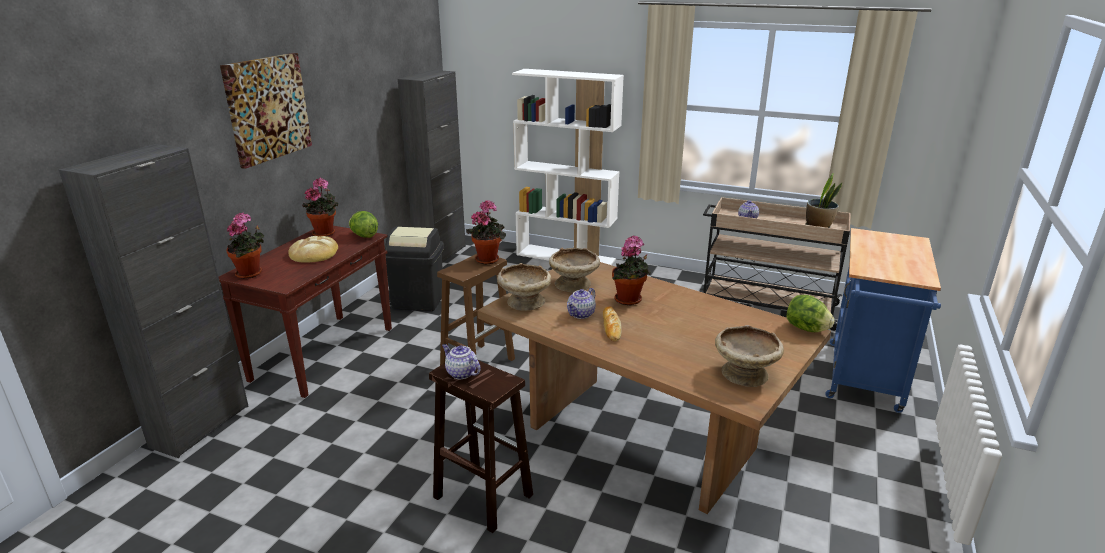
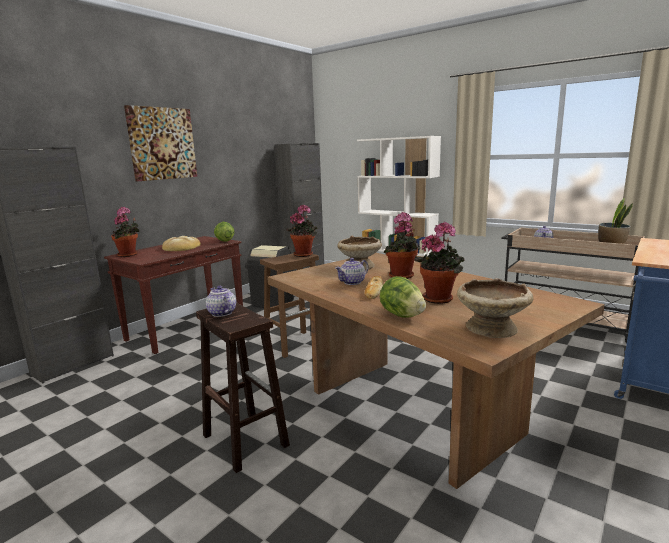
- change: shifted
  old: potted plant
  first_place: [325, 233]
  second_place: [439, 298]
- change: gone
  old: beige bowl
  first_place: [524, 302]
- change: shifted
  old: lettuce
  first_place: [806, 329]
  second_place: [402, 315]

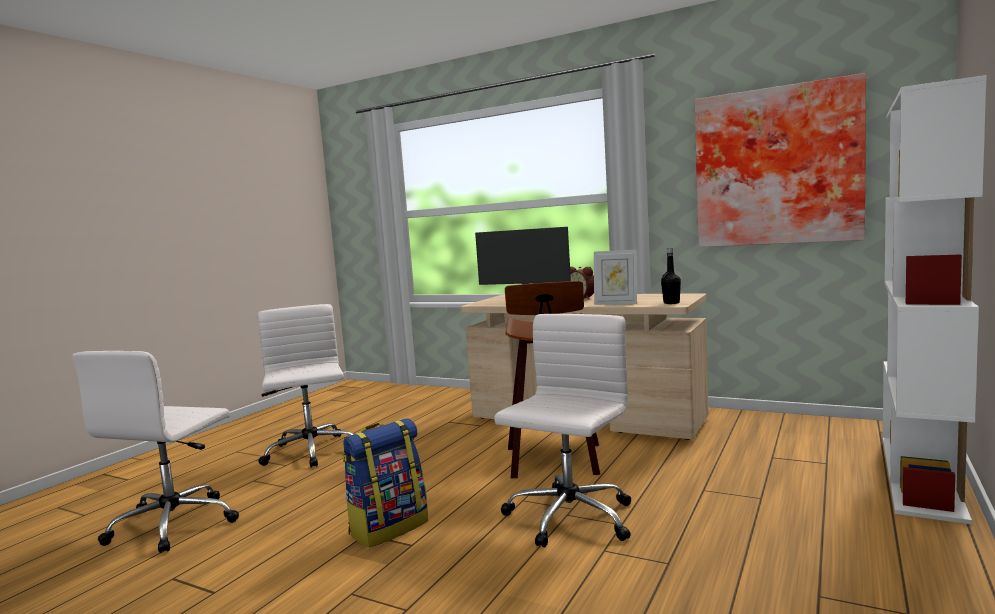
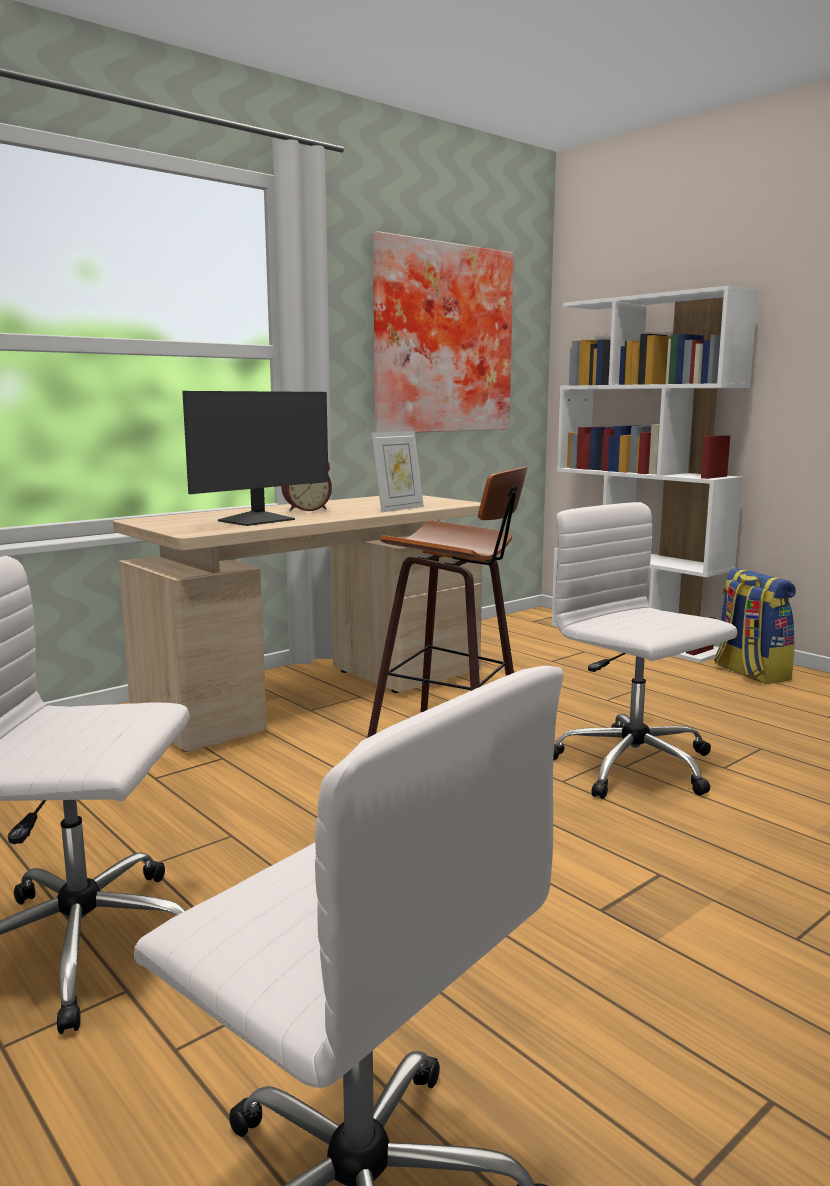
- change: gone
  old: black bottle
  first_place: [671, 303]
- change: shifted
  old: backpack
  first_place: [389, 527]
  second_place: [750, 673]

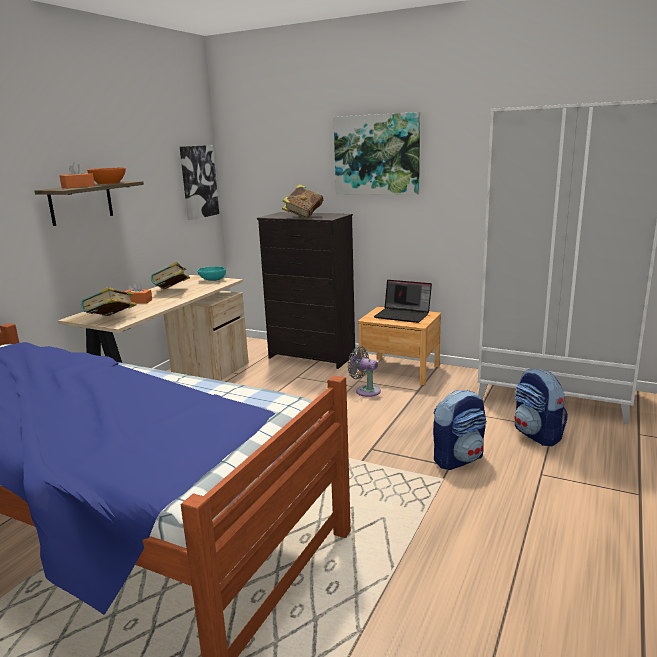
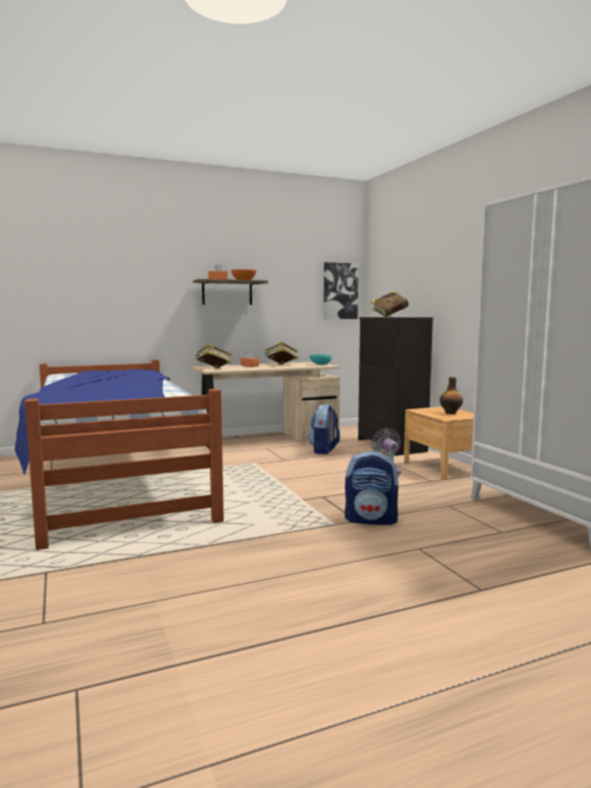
- change: gone
  old: picture
  first_place: [377, 155]
- change: swapped
  old: laptop
  new: bottle
  first_place: [403, 315]
  second_place: [451, 412]
- change: shifted
  old: backpack
  first_place: [537, 435]
  second_place: [324, 450]

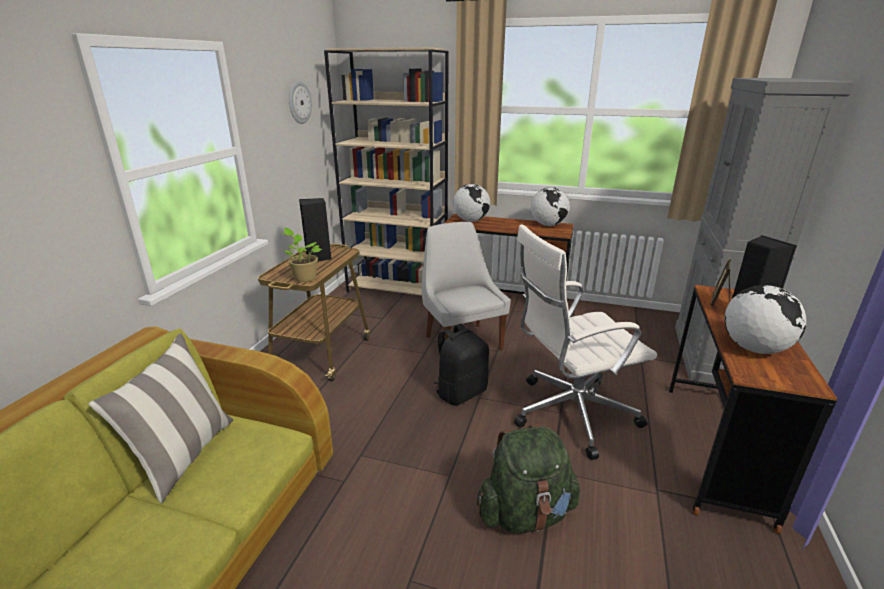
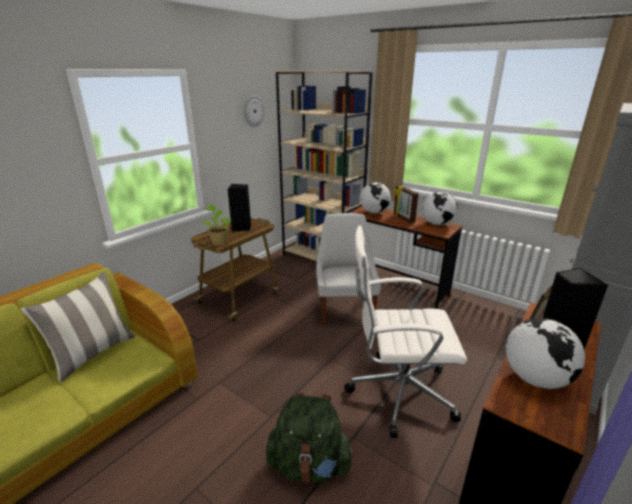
- change: gone
  old: black backpack
  first_place: [461, 392]
- change: new
  new: picture frame
  second_place: [403, 219]

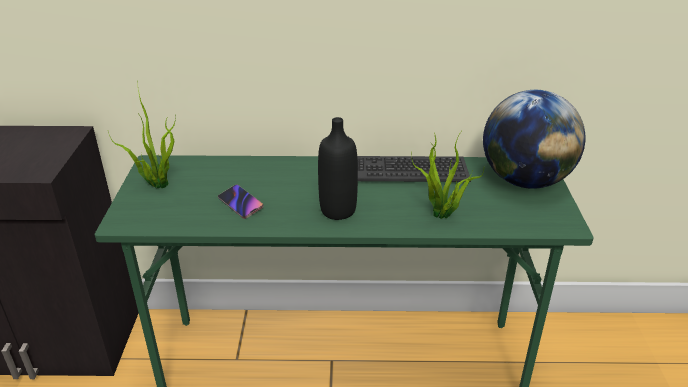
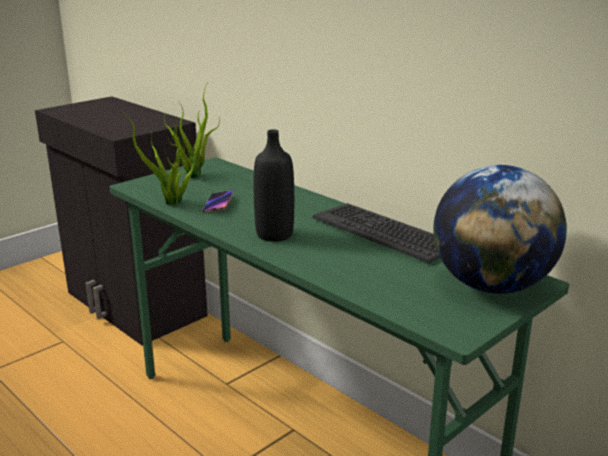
- change: shifted
  old: potted plant
  first_place: [441, 215]
  second_place: [171, 203]

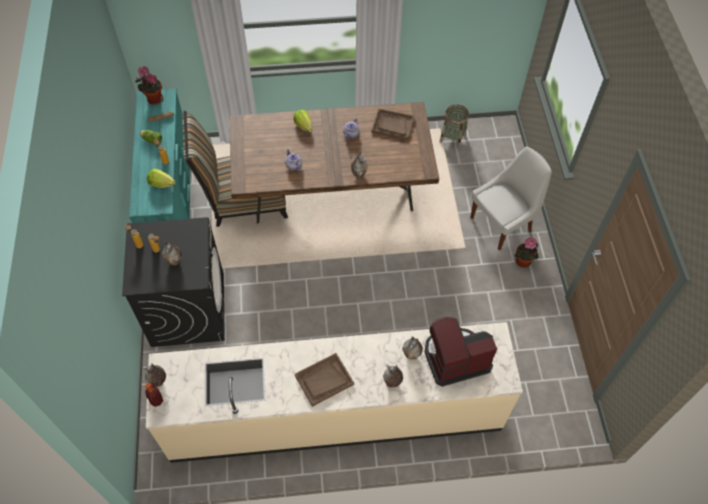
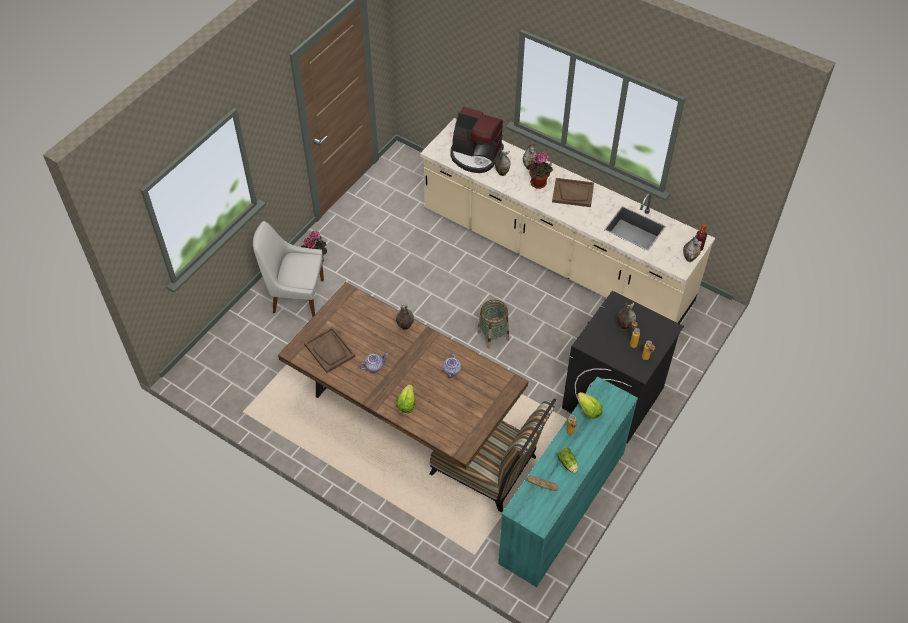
- change: shifted
  old: potted plant
  first_place: [153, 99]
  second_place: [539, 184]
- change: shifted
  old: basket
  first_place: [452, 138]
  second_place: [493, 335]

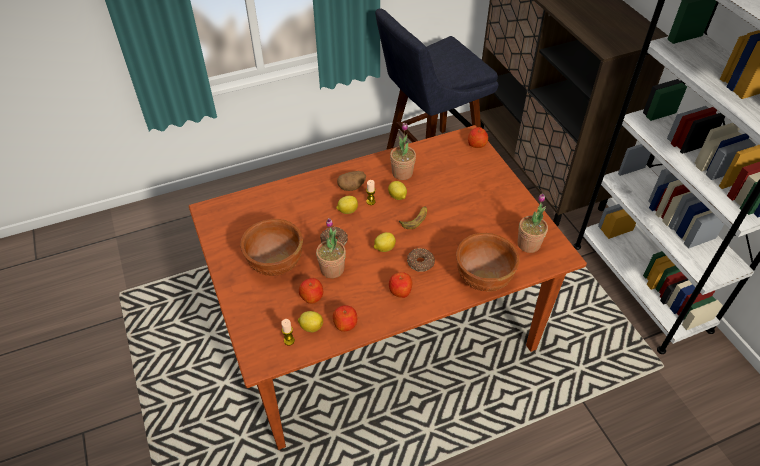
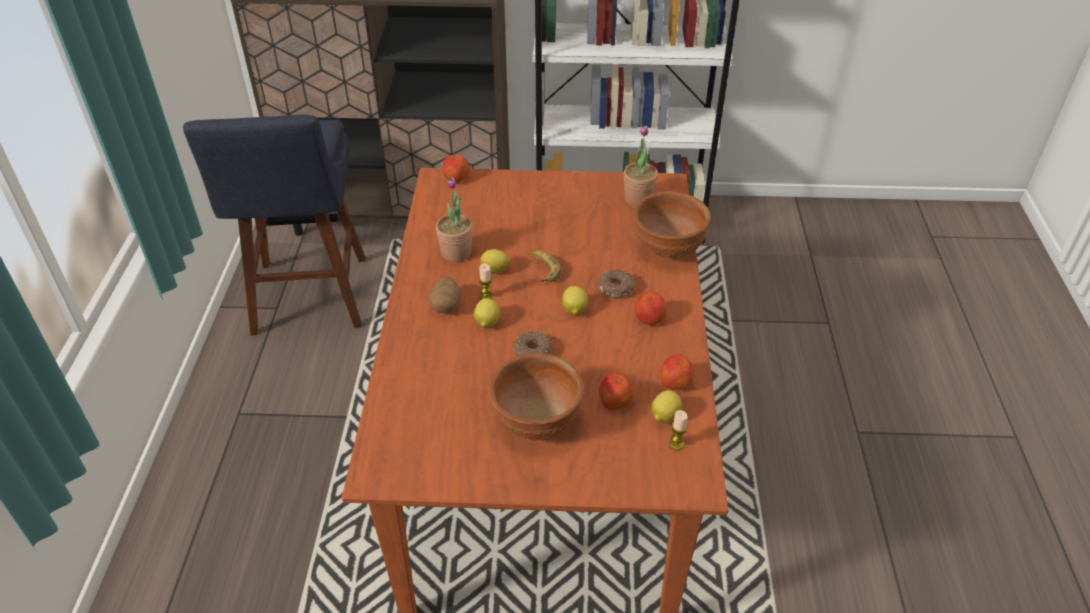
- change: gone
  old: potted plant
  first_place: [332, 269]

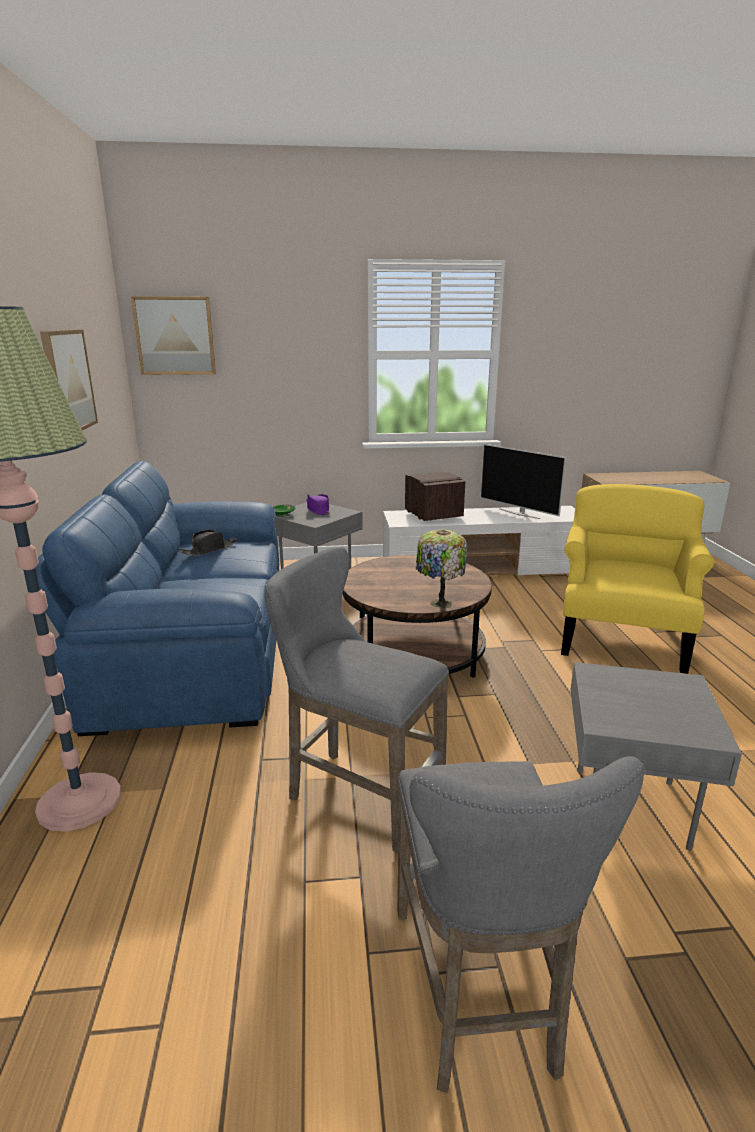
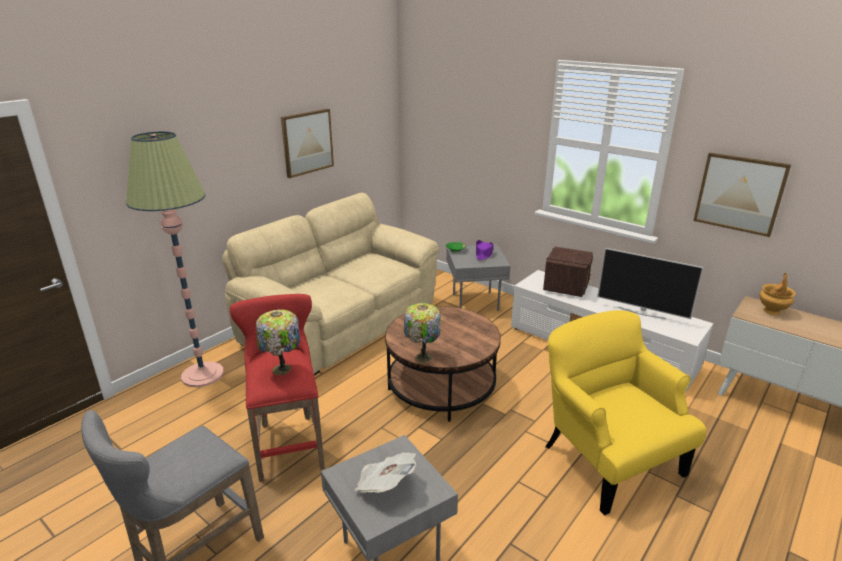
- change: shifted
  old: picture
  first_place: [175, 336]
  second_place: [740, 193]
- change: rotated
  old: television
  first_place: [519, 513]
  second_place: [642, 312]
  degrees: -60
- change: repainted
  old: blue sofa
  new: beige sofa
  first_place: [193, 651]
  second_place: [339, 323]
- change: rotated
  old: yellow armchair
  first_place: [621, 637]
  second_place: [608, 458]
  degrees: -90
- change: gone
  old: black hat
  first_place: [209, 549]
- change: repainted
  old: grey stool
  new: red stool
  first_place: [357, 793]
  second_place: [289, 442]
- change: new
  new: brown vase
  second_place: [772, 311]
- change: new
  new: table lamp
  second_place: [282, 370]
- change: new
  new: newspaper
  second_place: [385, 484]

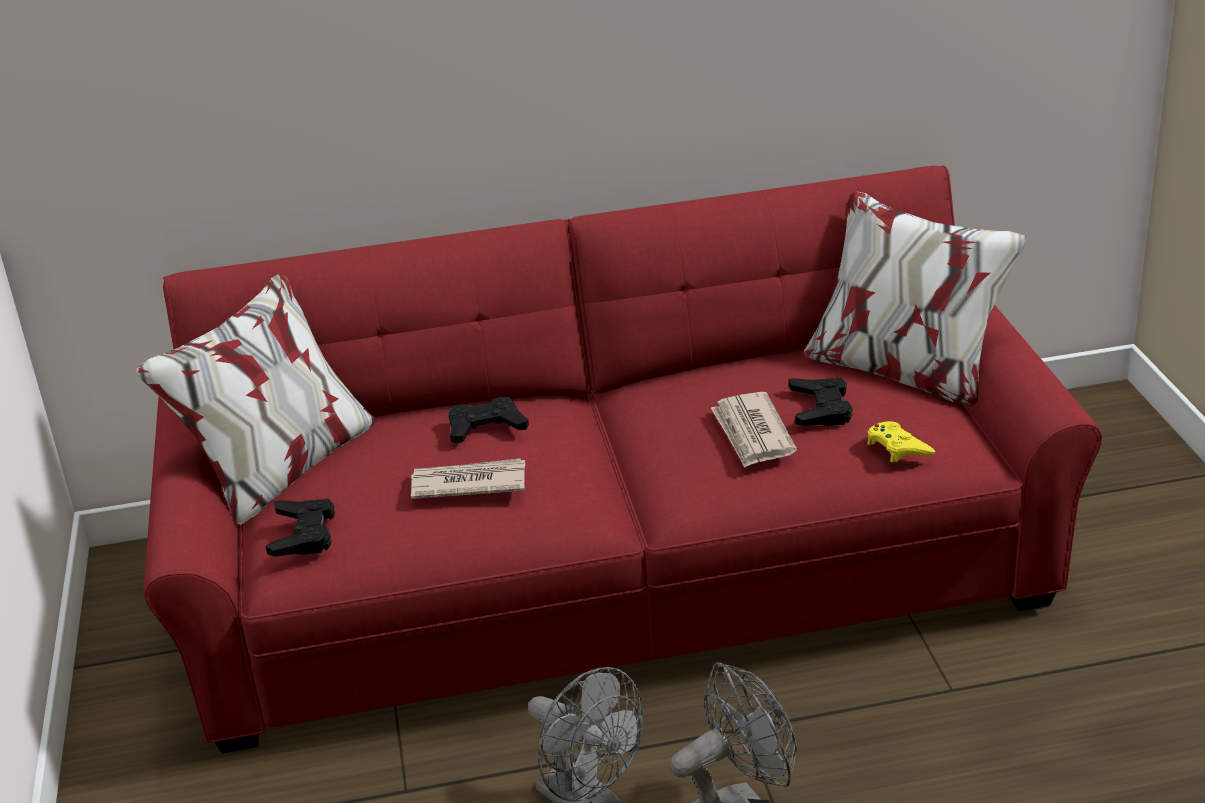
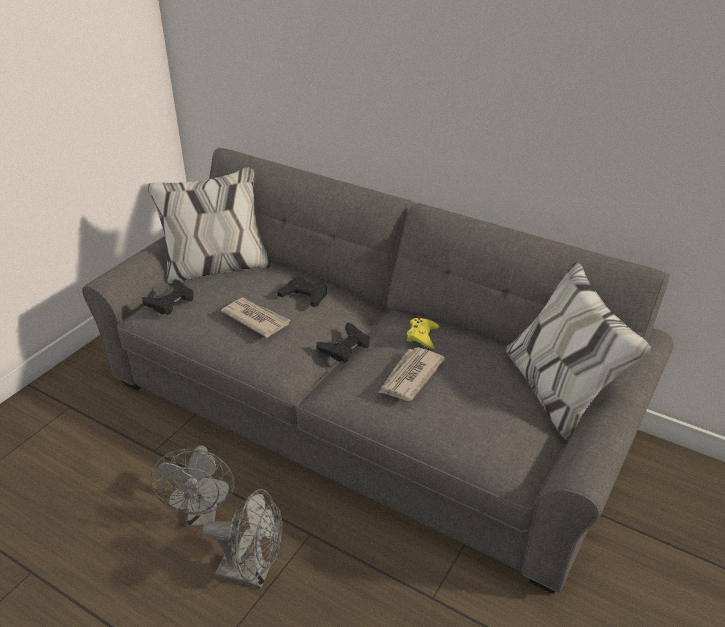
- change: repainted
  old: red sofa
  new: grey sofa
  first_place: [616, 572]
  second_place: [364, 410]
- change: shifted
  old: black game controller
  first_place: [820, 409]
  second_place: [345, 347]
- change: shifted
  old: yellow game controller
  first_place: [897, 447]
  second_place: [422, 336]

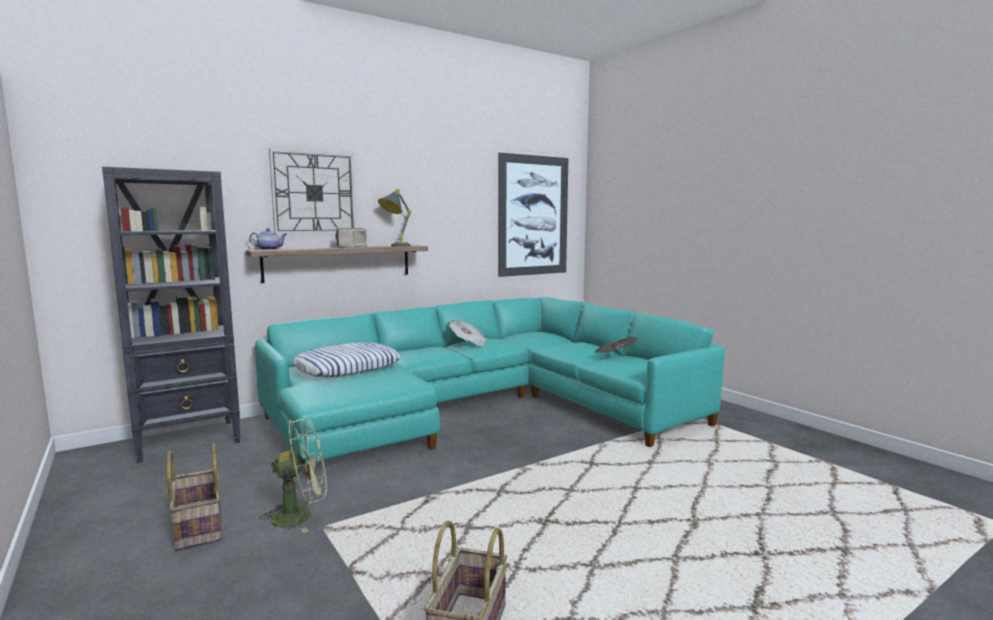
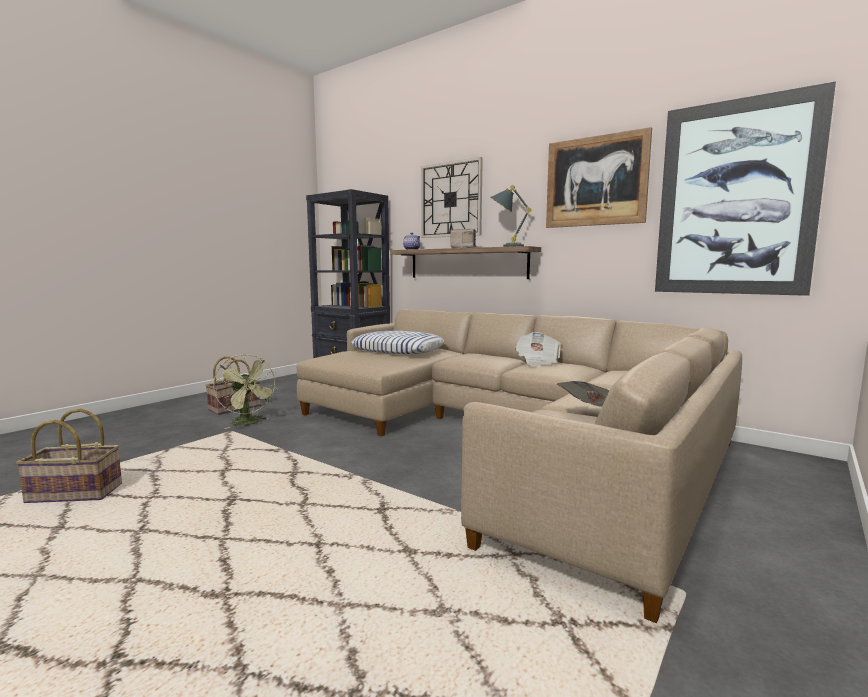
- change: repainted
  old: turquoise sofa
  new: beige sofa
  first_place: [482, 408]
  second_place: [507, 436]
- change: new
  new: picture
  second_place: [595, 181]

